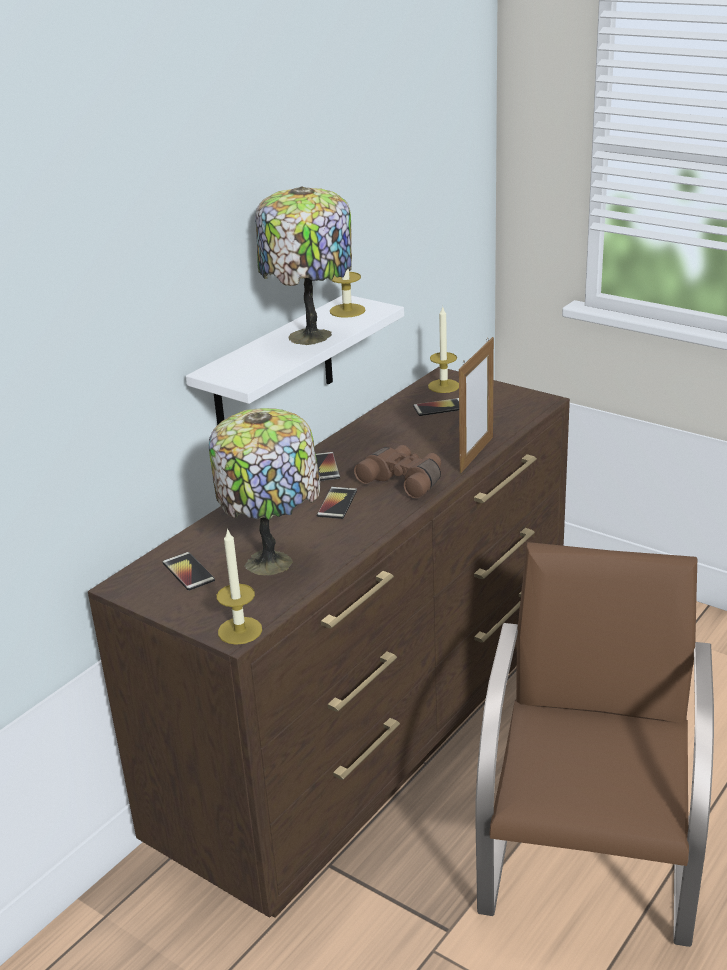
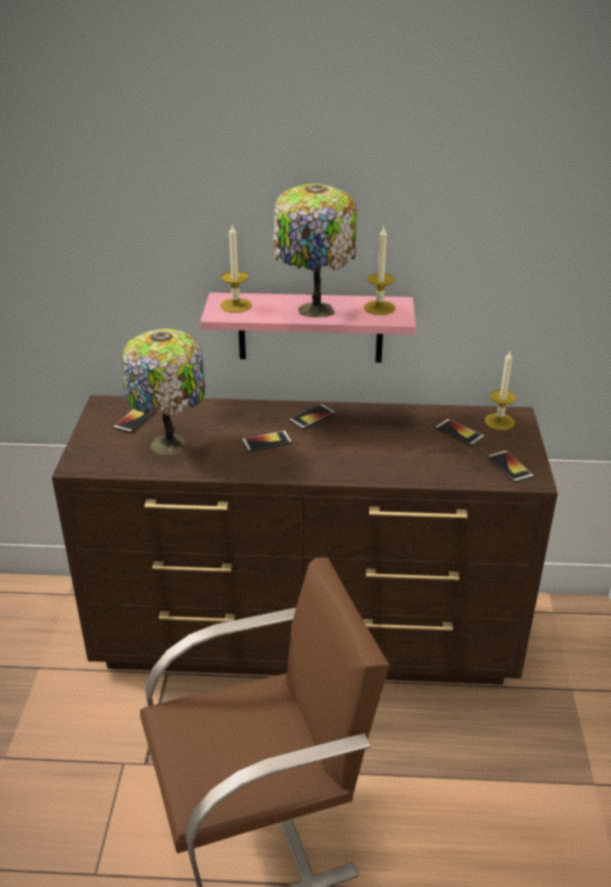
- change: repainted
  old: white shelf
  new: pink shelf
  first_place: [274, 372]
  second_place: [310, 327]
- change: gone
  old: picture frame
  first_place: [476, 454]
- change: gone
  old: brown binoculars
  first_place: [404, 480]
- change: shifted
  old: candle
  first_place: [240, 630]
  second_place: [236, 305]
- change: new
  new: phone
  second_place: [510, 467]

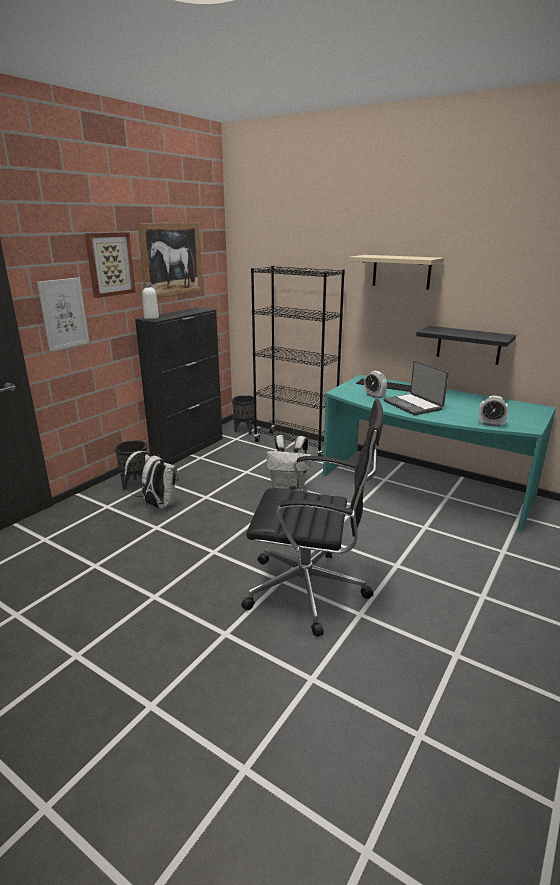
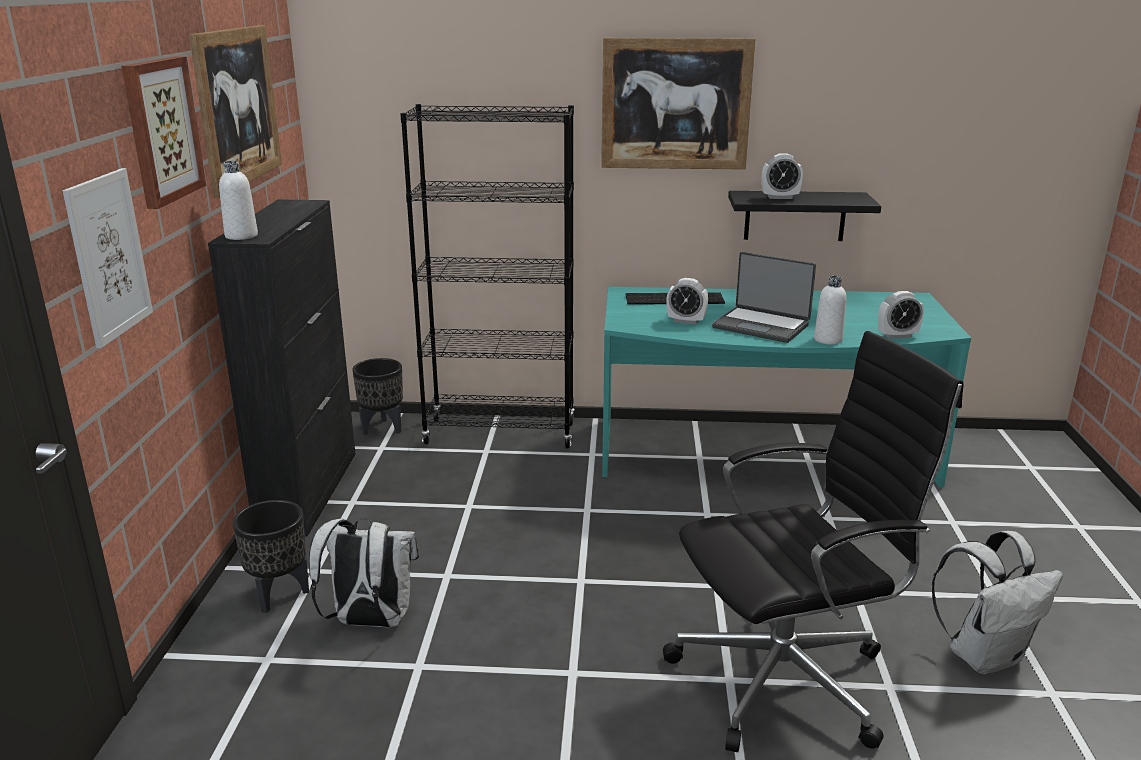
- change: swapped
  old: beige shelf
  new: picture
  first_place: [401, 272]
  second_place: [675, 104]
- change: shifted
  old: white backpack
  first_place: [289, 488]
  second_place: [985, 655]
- change: new
  new: alarm clock
  second_place: [780, 197]
- change: new
  new: white bottle
  second_place: [828, 340]

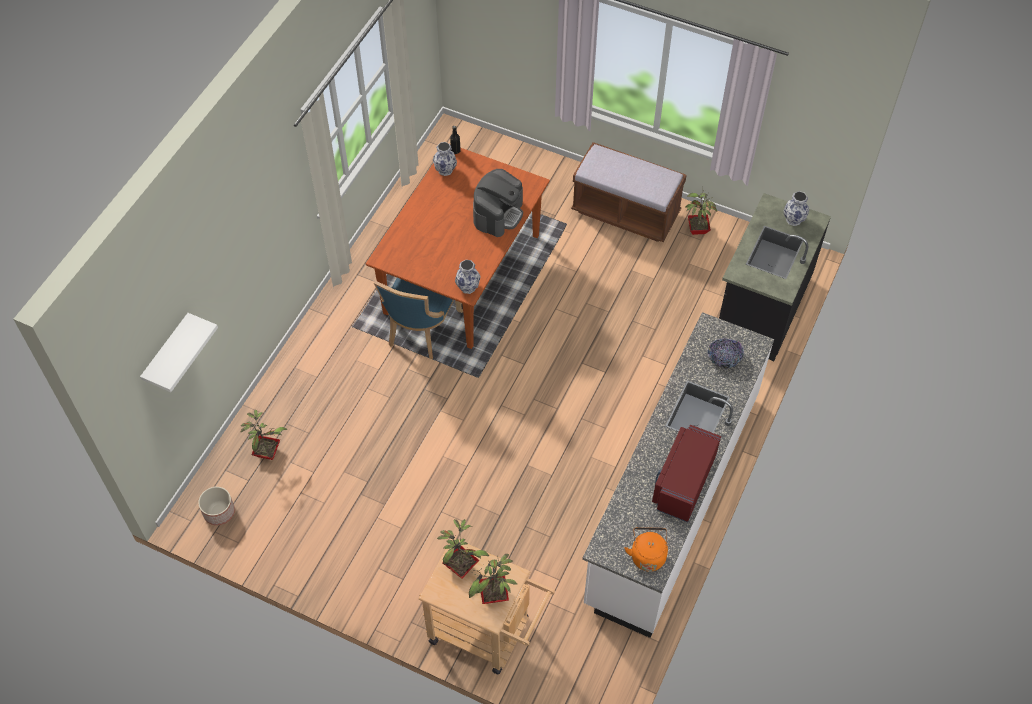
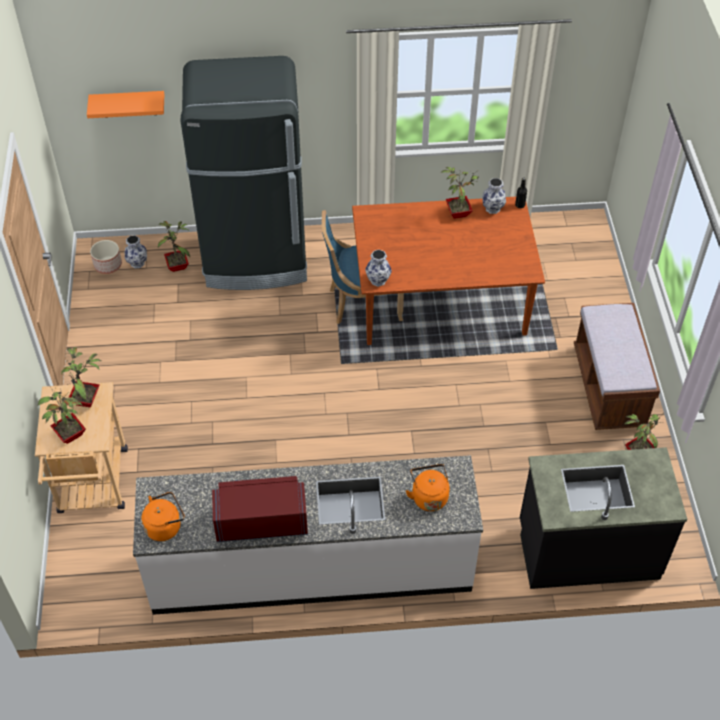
- change: gone
  old: coffee machine
  first_place: [498, 214]
- change: shifted
  old: vase
  first_place: [794, 219]
  second_place: [138, 263]
- change: repainted
  old: white shelf
  new: orange shelf
  first_place: [167, 353]
  second_place: [128, 104]
- change: swapped
  old: bowl
  new: orange kettle
  first_place: [724, 358]
  second_place: [428, 496]
- change: new
  new: black fridge
  second_place: [256, 259]
- change: new
  new: potted plant
  second_place: [457, 212]

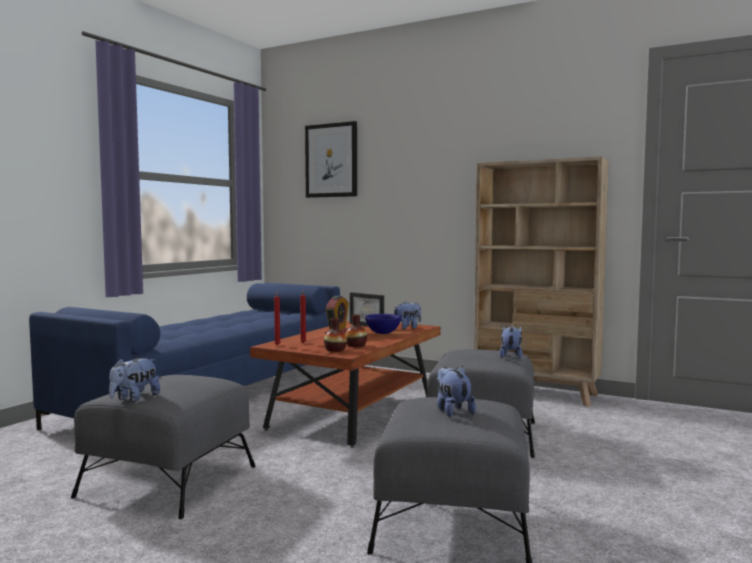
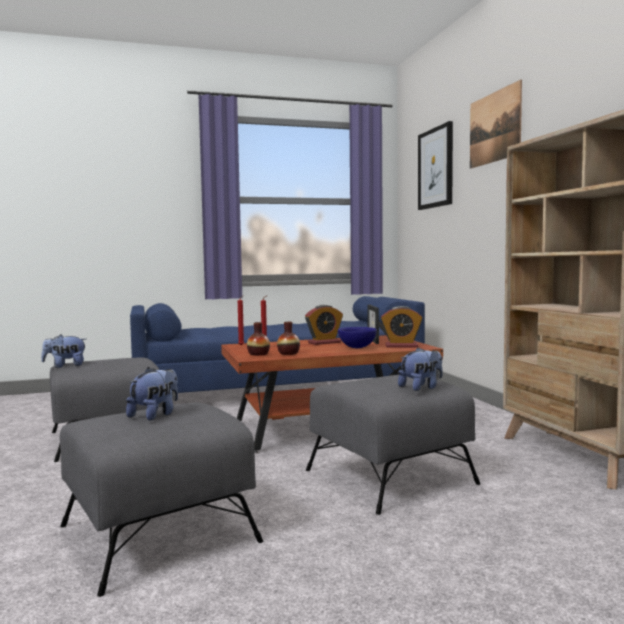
- change: swapped
  old: plush toy
  new: alarm clock
  first_place: [407, 328]
  second_place: [401, 346]
- change: new
  new: picture
  second_place: [494, 127]

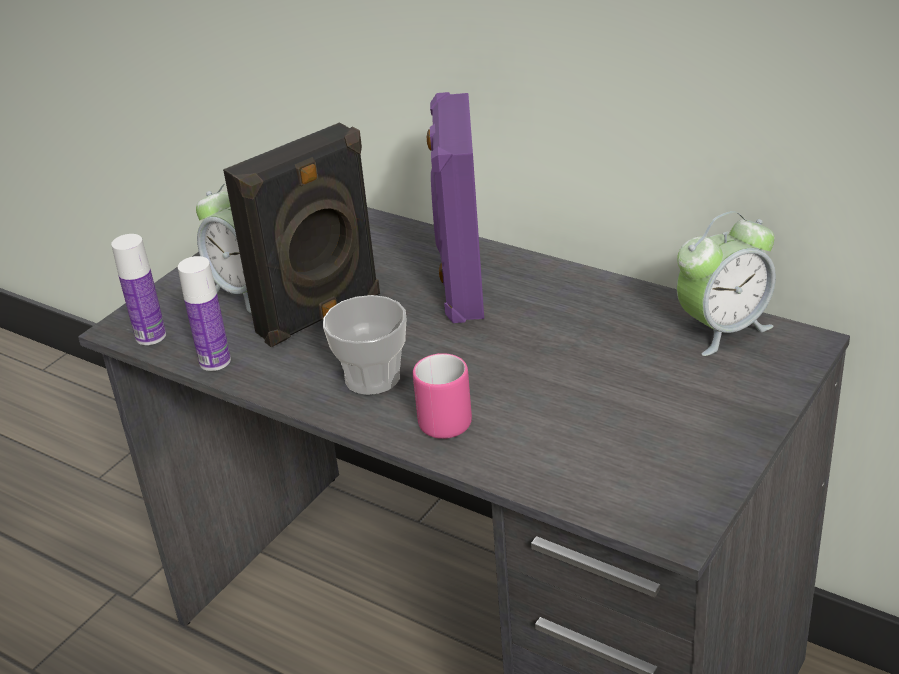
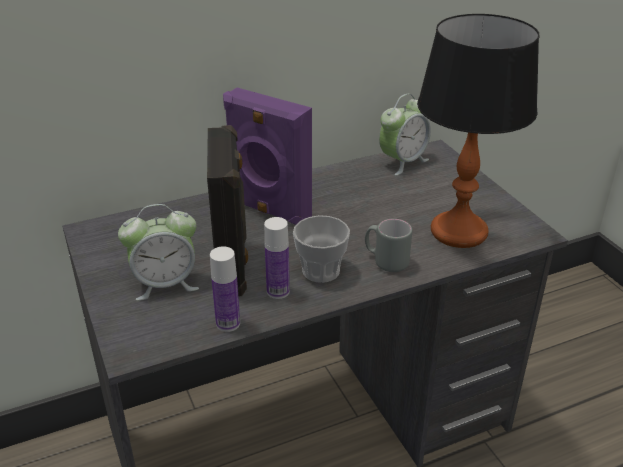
- change: rotated
  old: alarm clock
  first_place: [723, 329]
  second_place: [402, 162]
  degrees: 45
- change: shifted
  old: bottle
  first_place: [150, 336]
  second_place: [278, 291]
- change: repainted
  old: pink mug
  new: grey mug
  first_place: [444, 417]
  second_place: [385, 261]
- change: new
  new: table lamp
  second_place: [458, 232]

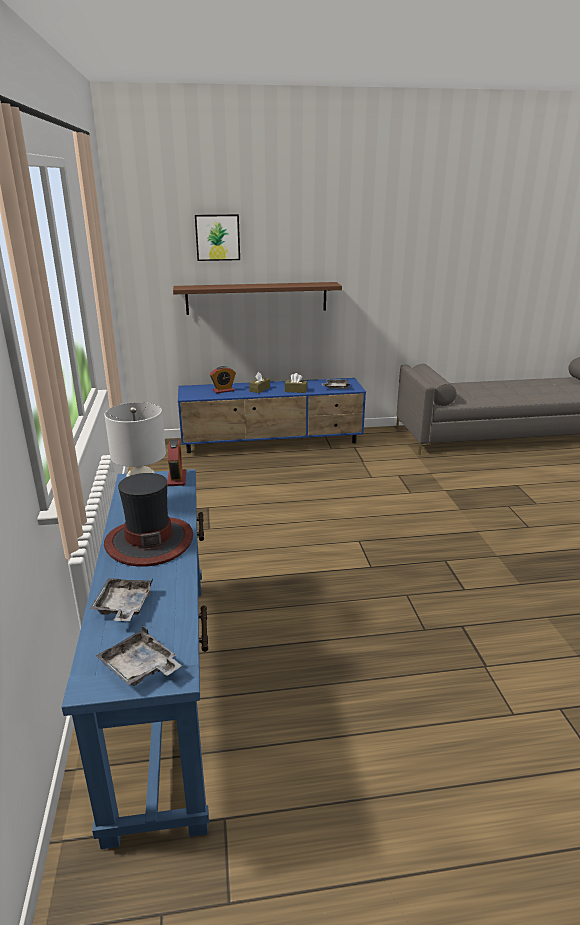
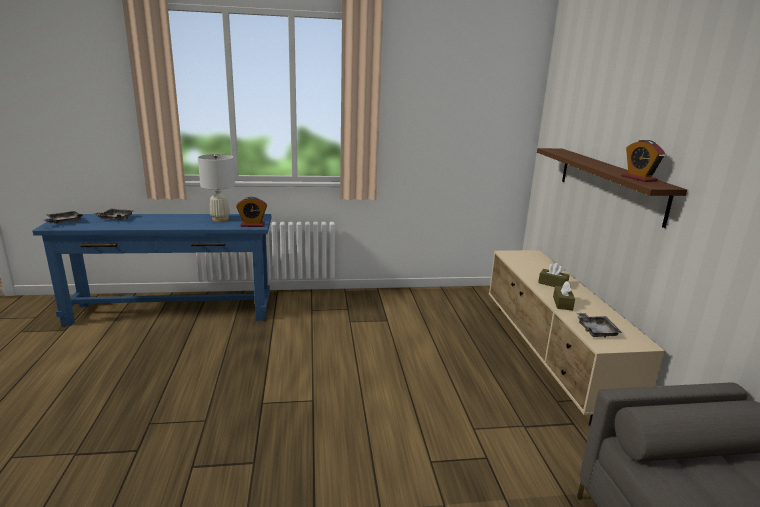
- change: gone
  old: picture
  first_place: [217, 237]
- change: shifted
  old: alarm clock
  first_place: [223, 390]
  second_place: [638, 178]
- change: repainted
  old: blue tv stand
  new: beige tv stand
  first_place: [272, 443]
  second_place: [549, 356]
- change: gone
  old: hat
  first_place: [149, 541]

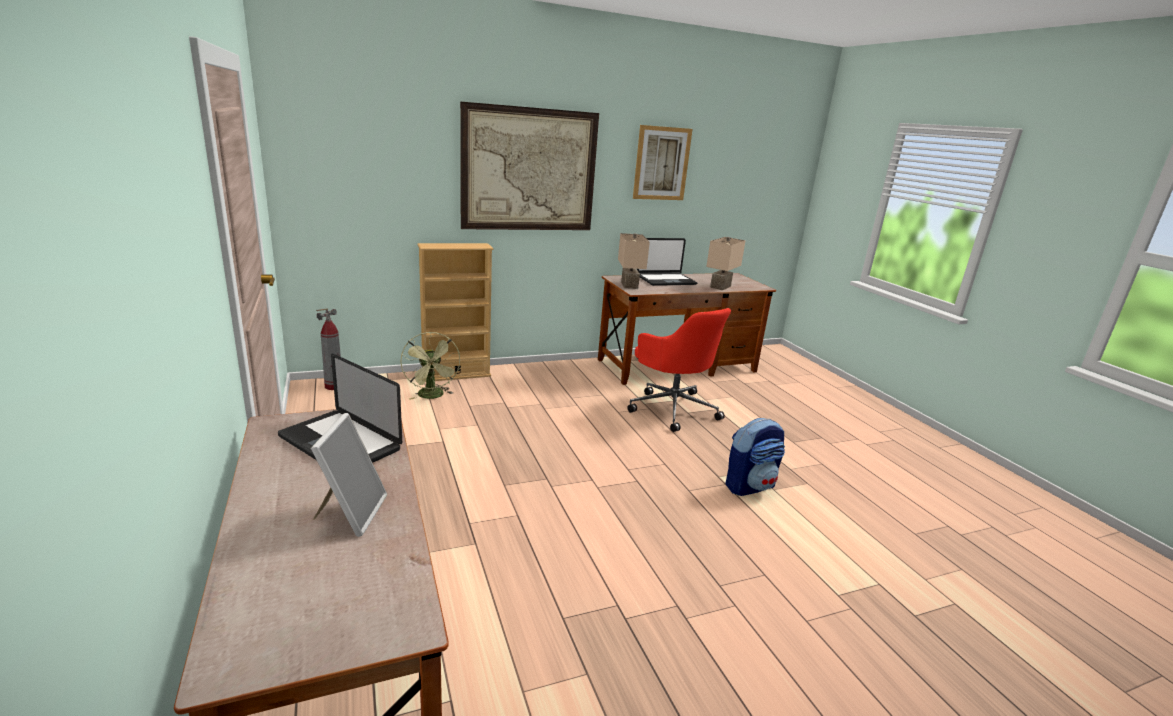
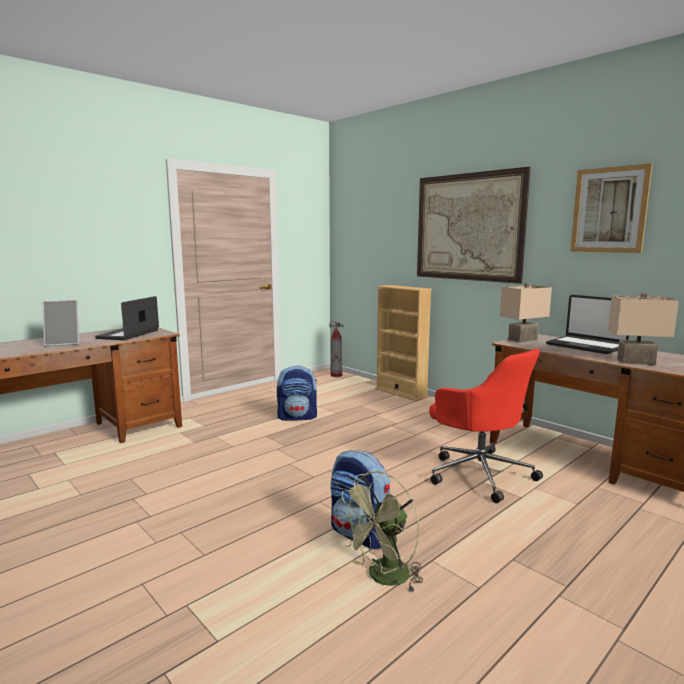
- change: rotated
  old: red office chair
  first_place: [672, 408]
  second_place: [479, 473]
  degrees: -75
- change: shifted
  old: green fan
  first_place: [432, 396]
  second_place: [383, 578]
- change: new
  new: backpack
  second_place: [297, 417]

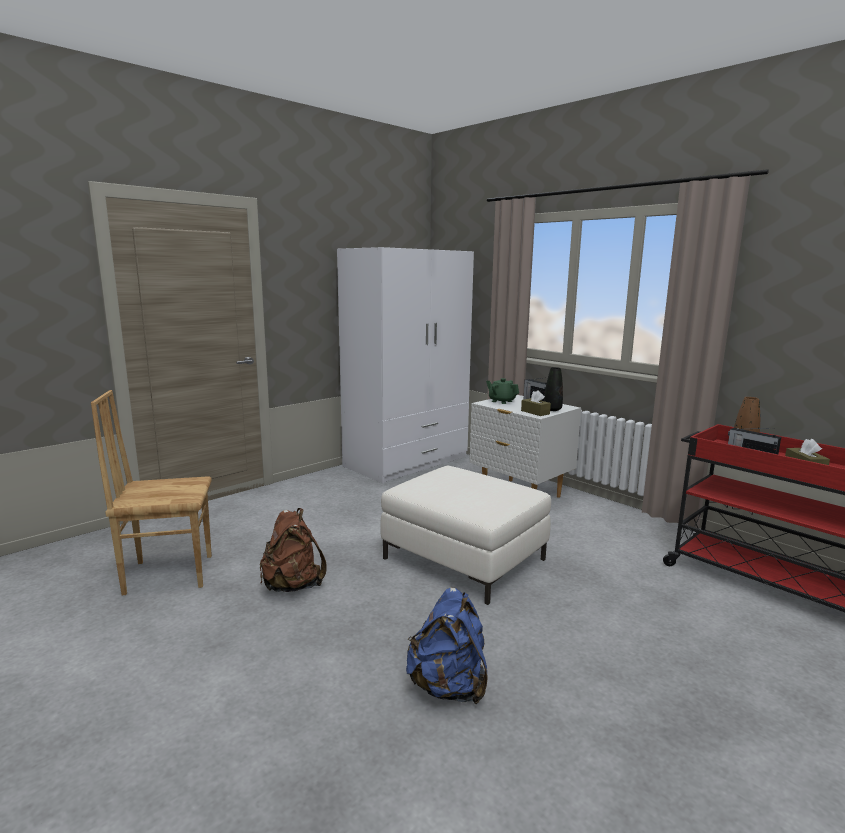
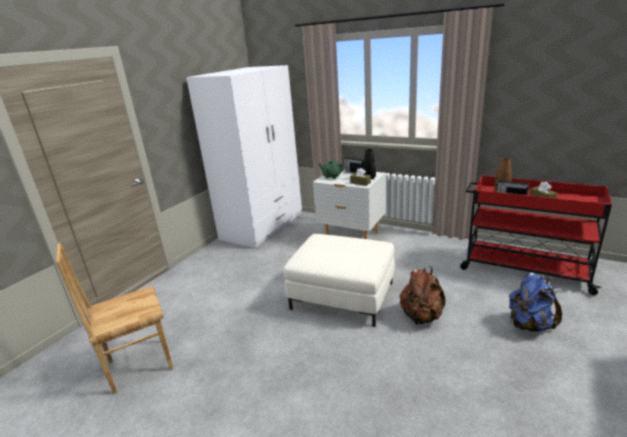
- change: shifted
  old: brown backpack
  first_place: [293, 585]
  second_place: [421, 317]
- change: shifted
  old: blue backpack
  first_place: [449, 686]
  second_place: [529, 324]

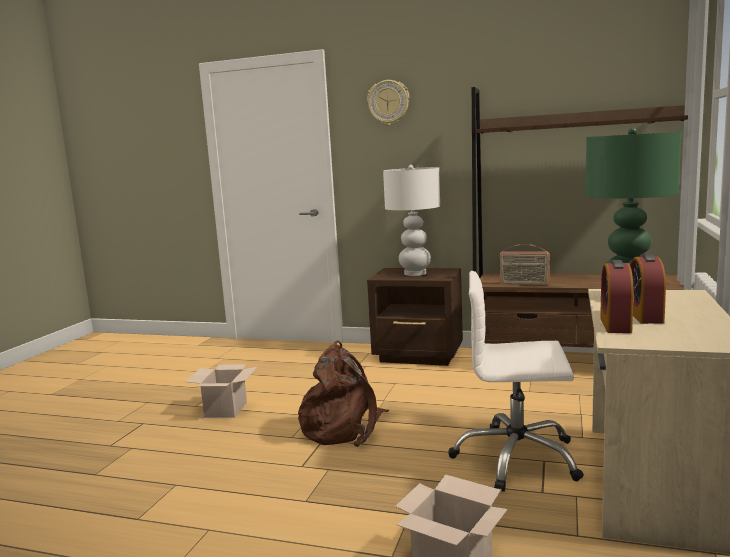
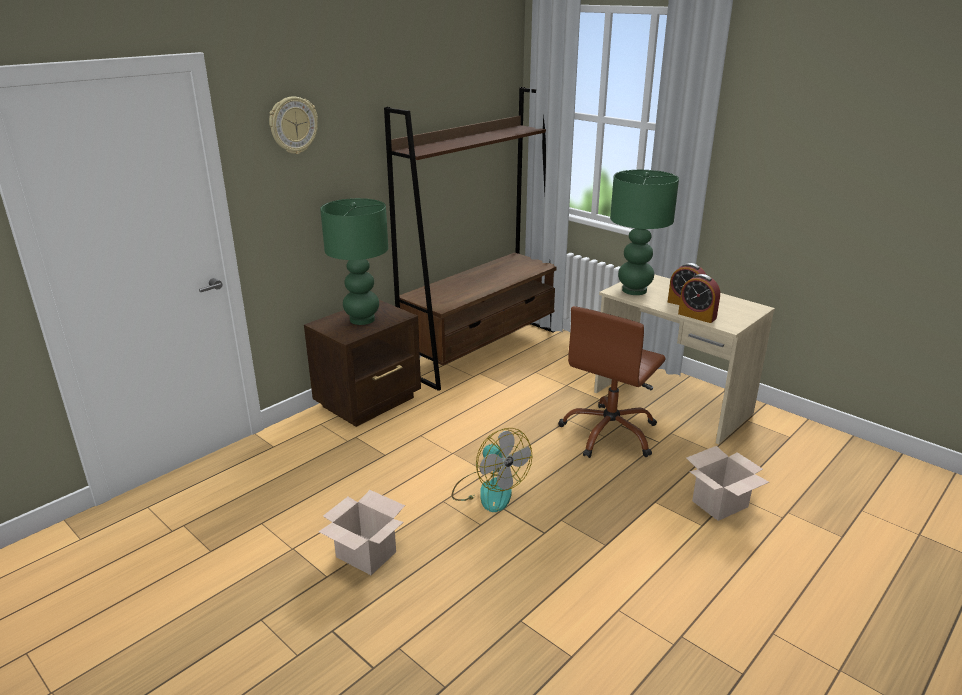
- change: repainted
  old: white table lamp
  new: green table lamp
  first_place: [415, 273]
  second_place: [362, 319]
- change: gone
  old: radio
  first_place: [524, 284]
- change: repainted
  old: white office chair
  new: brown office chair
  first_place: [516, 458]
  second_place: [610, 433]
- change: swapped
  old: brown backpack
  new: fan
  first_place: [343, 427]
  second_place: [489, 490]

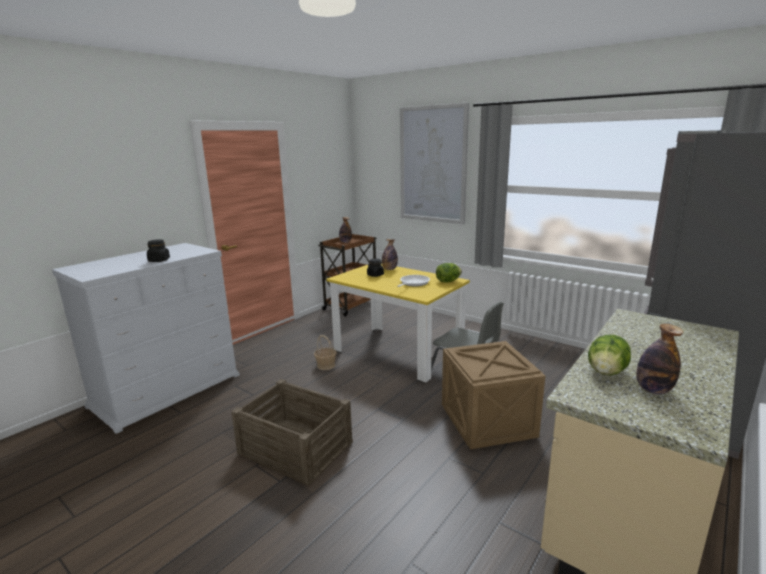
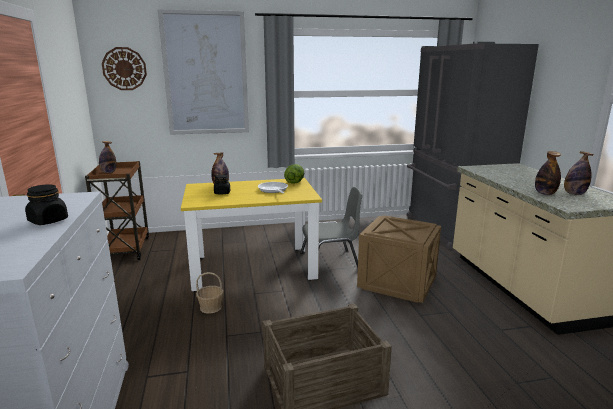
- change: swapped
  old: lettuce
  new: bottle
  first_place: [606, 372]
  second_place: [545, 193]
- change: new
  new: wall clock
  second_place: [124, 69]

